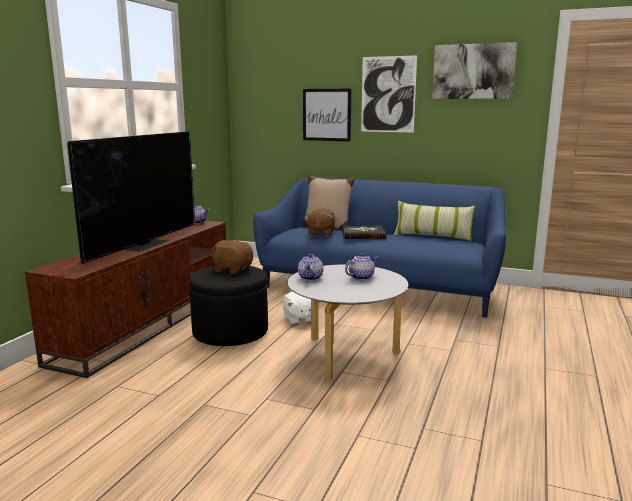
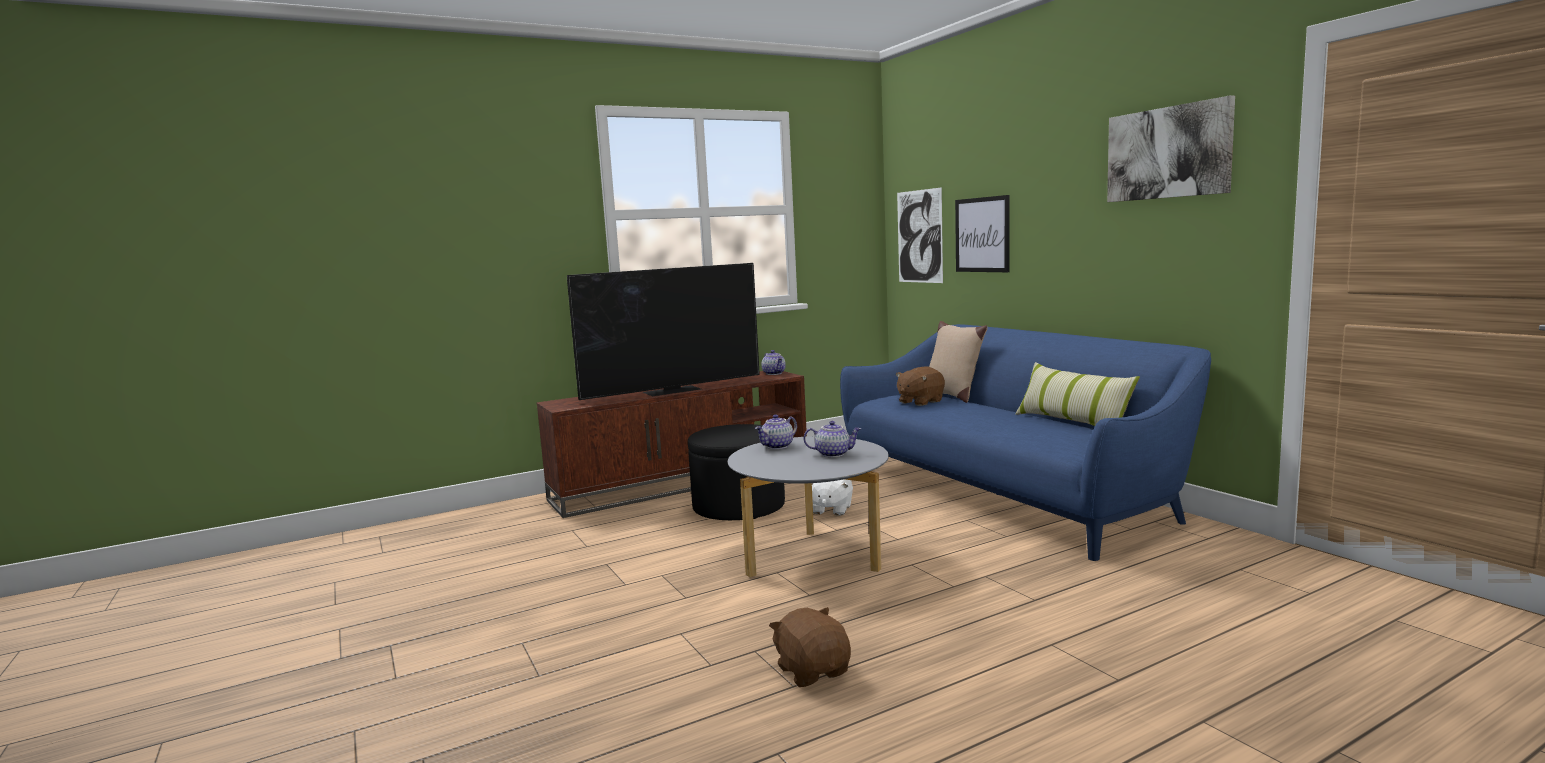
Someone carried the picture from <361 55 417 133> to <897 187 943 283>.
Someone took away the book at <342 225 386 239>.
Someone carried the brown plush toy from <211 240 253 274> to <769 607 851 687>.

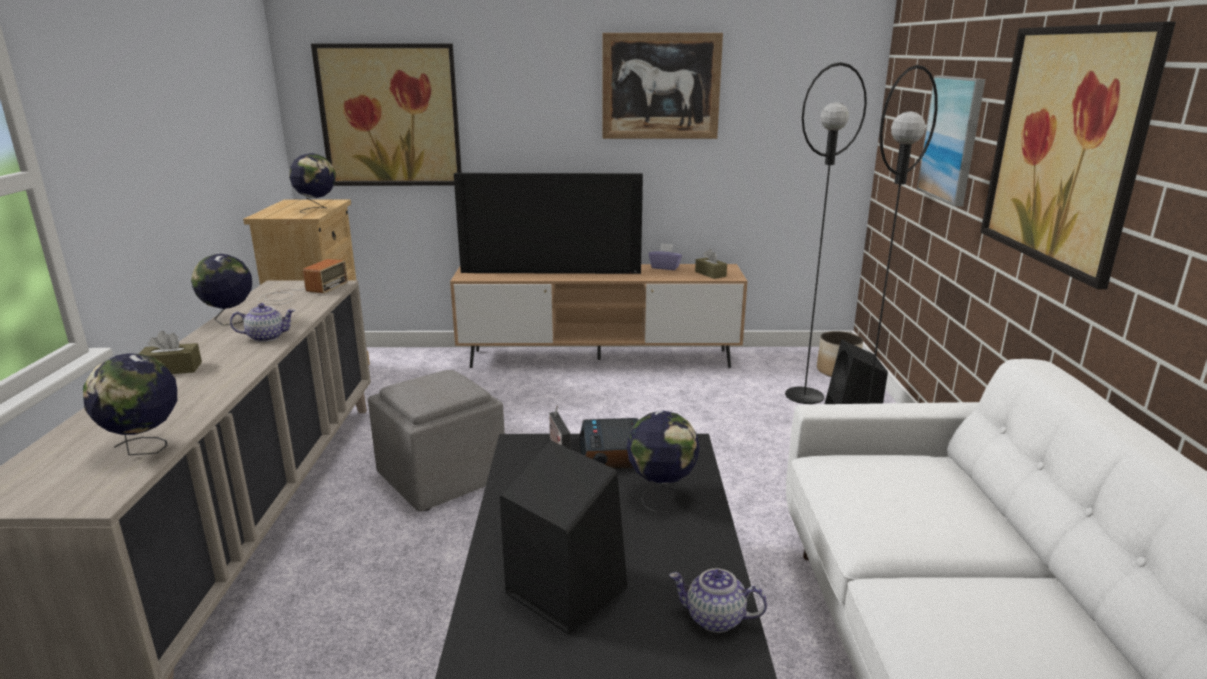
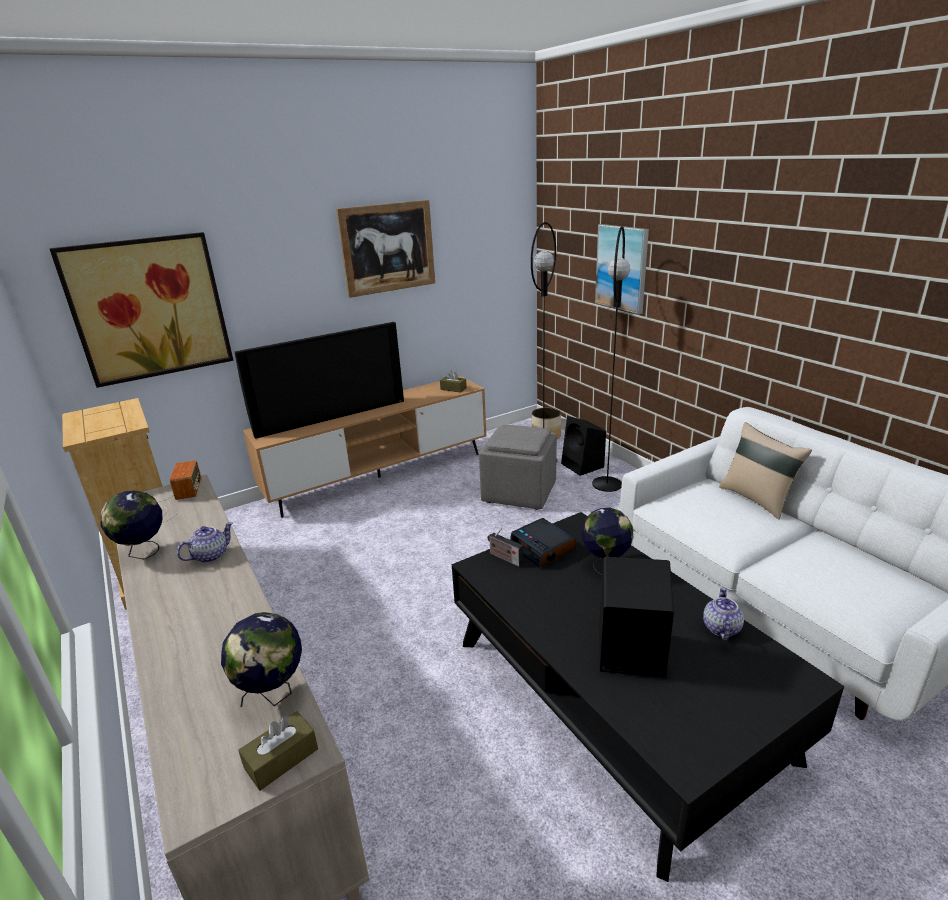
Someone took away the picture at <981 22 1176 289>.
Someone took away the globe at <289 153 336 213>.
Someone took away the purple tissue box at <649 243 682 270>.
Someone carried the brown tissue box from <139 331 202 374> to <238 711 318 791>.
Someone carried the grey ottoman from <368 370 505 512> to <479 425 557 510>.
Someone rotated the teapot at <669 568 767 633> by 120 degrees clockwise.
Someone put down the beige pillow at <719 422 812 519>.

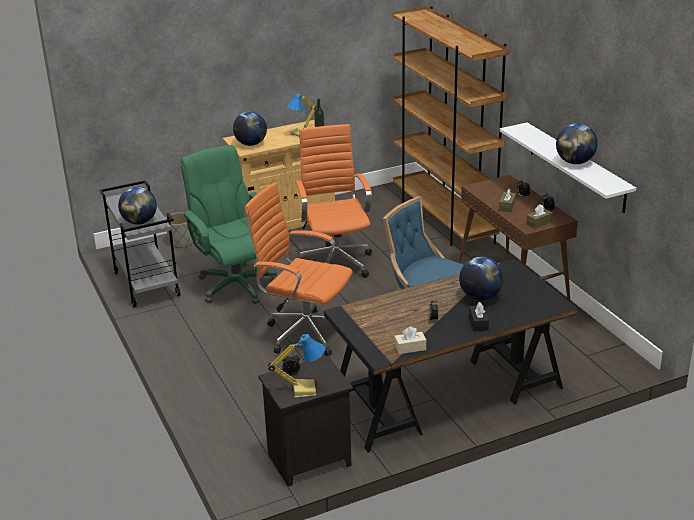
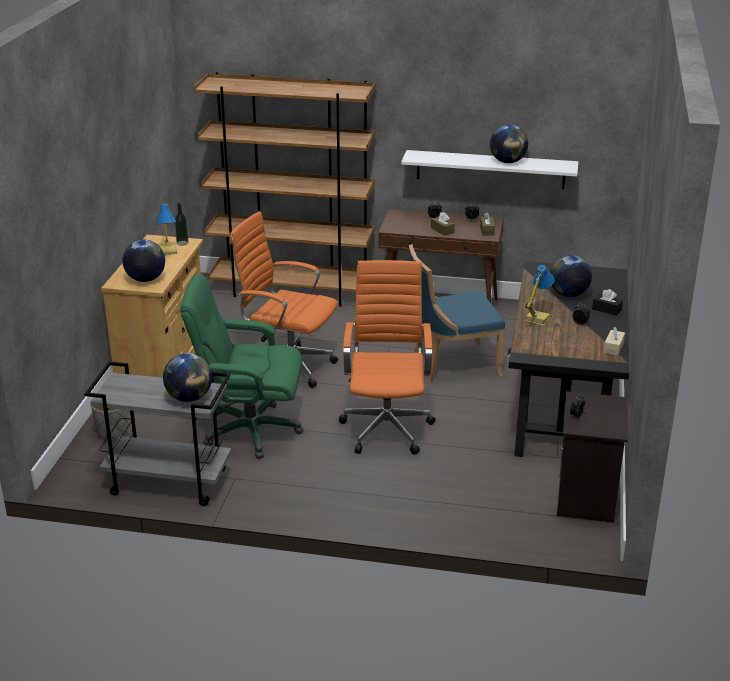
Someone rotated the orange office chair at <244 182 353 356> by 120 degrees clockwise.
Someone carried the table lamp from <268 334 325 397> to <525 265 554 326>.

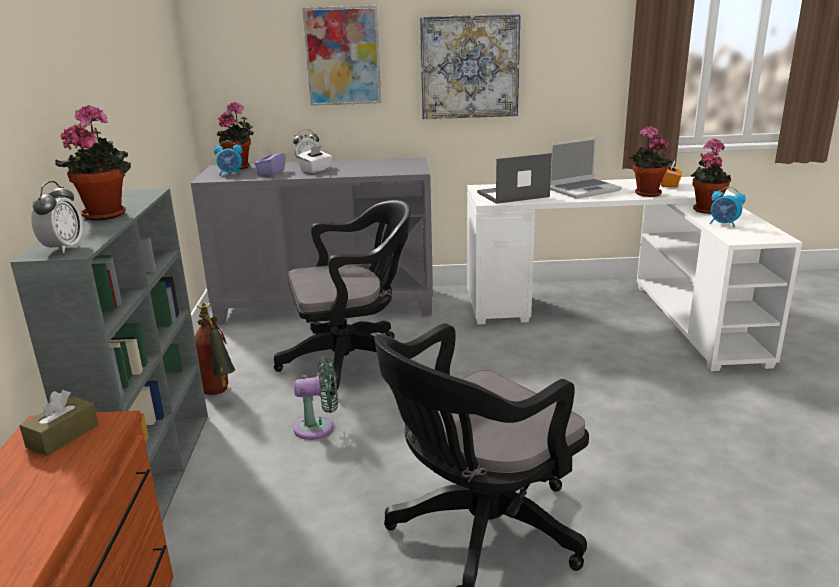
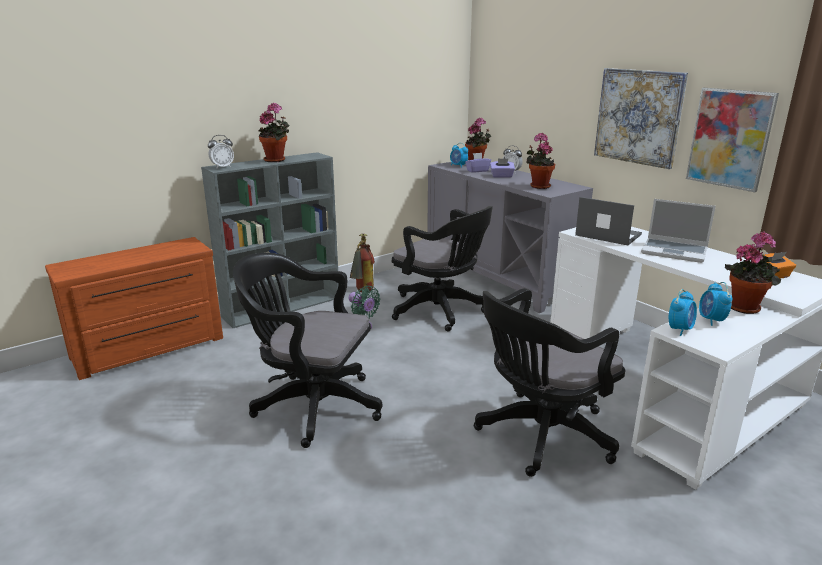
Someone carried the picture from <302 5 381 106> to <686 88 779 192>.
Someone carried the potted plant from <629 126 672 197> to <526 133 555 189>.
Someone repainted the white tissue box at <297 145 332 173>, which became the purple tissue box at <490 158 515 178>.
Someone took away the brown tissue box at <19 390 99 456>.
Someone put down the black office chair at <474 288 625 477>.
Someone put down the alarm clock at <669 289 697 336>.

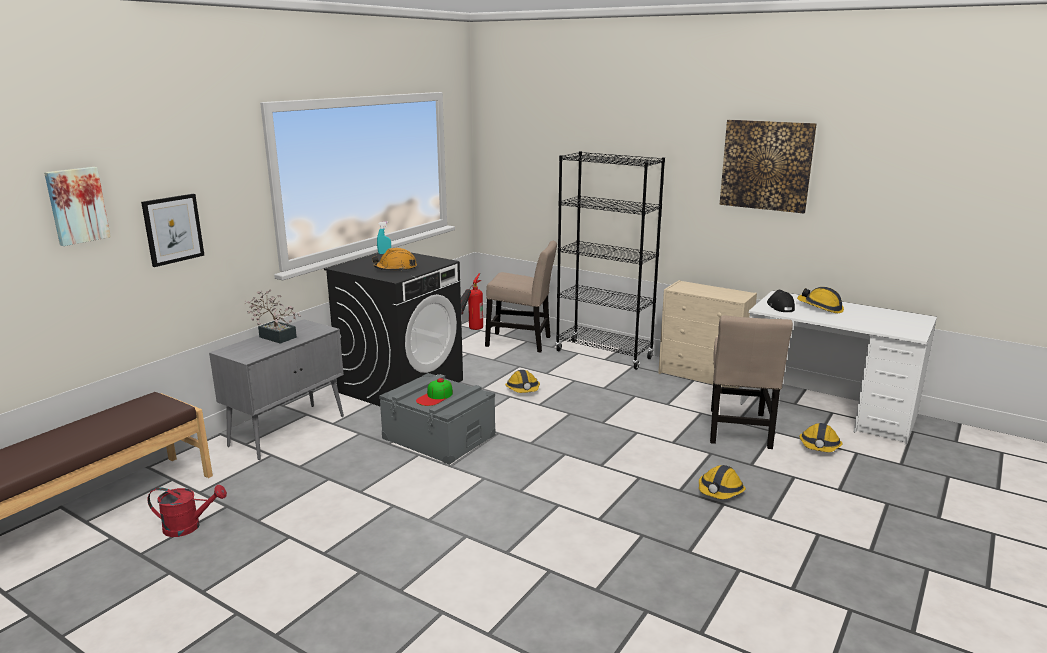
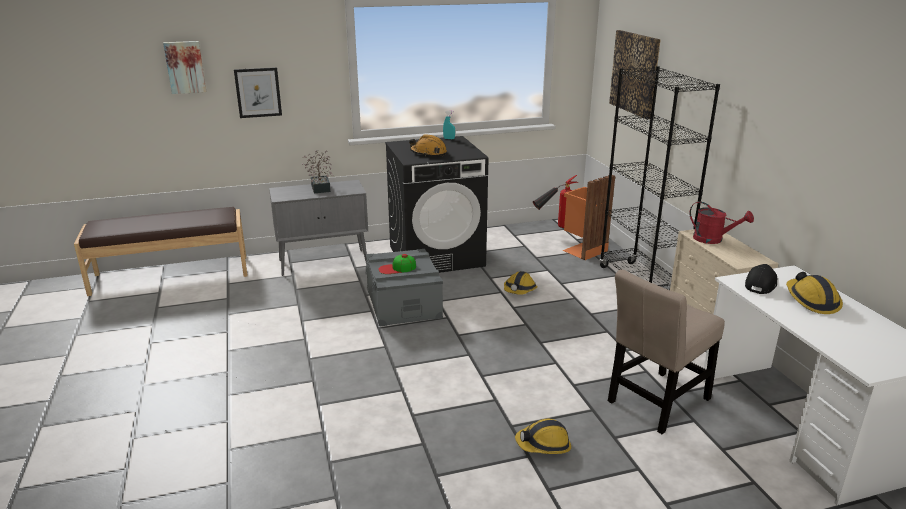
Someone carried the picture from <720 120 817 213> to <609 30 661 119>.
Someone swapped the beige chair at <485 241 557 353> for the orange trash can at <562 175 615 260>.
Someone took away the hard hat at <799 423 842 452>.
Someone carried the red watering can from <148 485 227 537> to <689 201 754 244>.

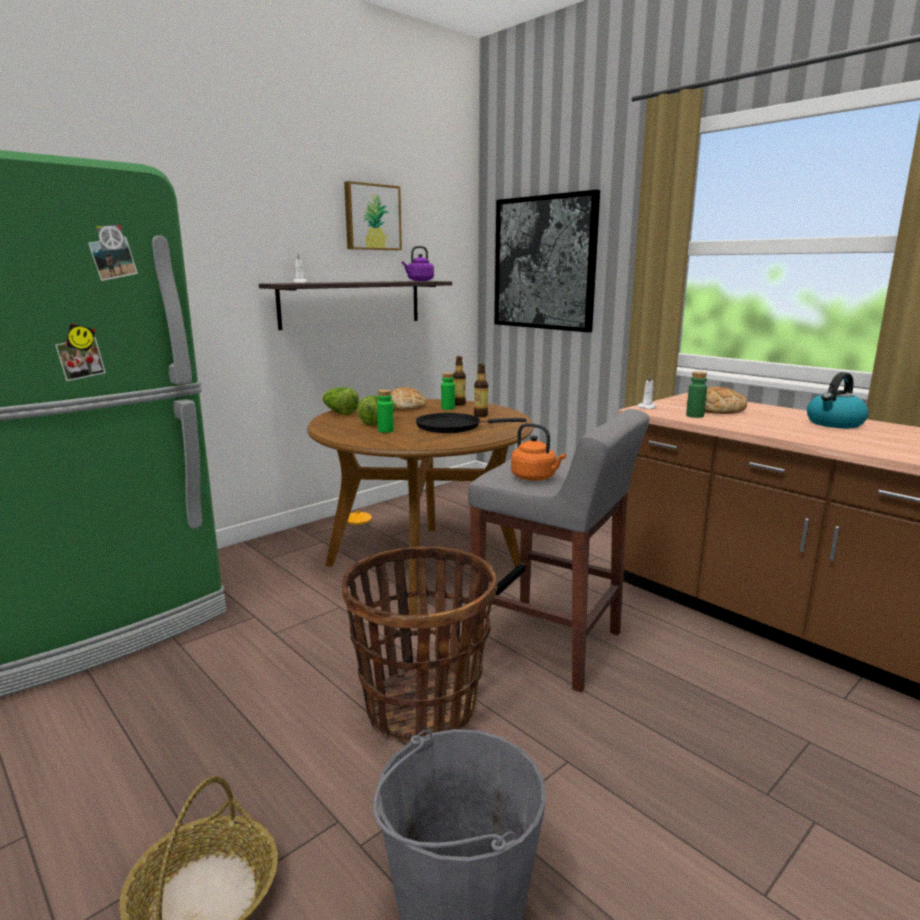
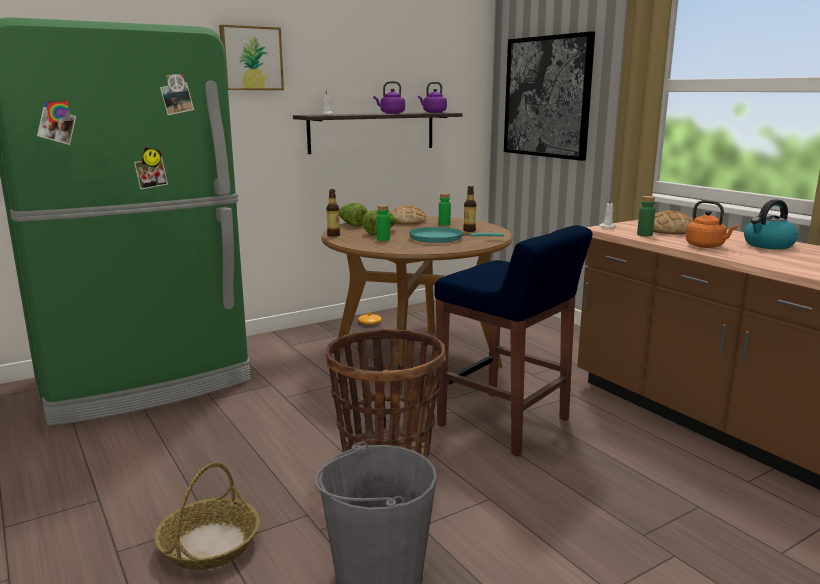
Someone carried the picture from <344 181 402 250> to <219 25 284 90>.
Someone carried the bottle from <453 356 466 405> to <326 189 340 237>.
Someone repainted the grey stool at <468 409 650 692>, which became the blue stool at <434 225 593 456>.
Someone repainted the black frying pan at <416 413 526 433>, which became the turquoise frying pan at <409 227 504 243>.
Someone carried the orange kettle from <511 423 566 481> to <685 200 738 248>.
Someone put down the purple kettle at <373 81 405 114>.

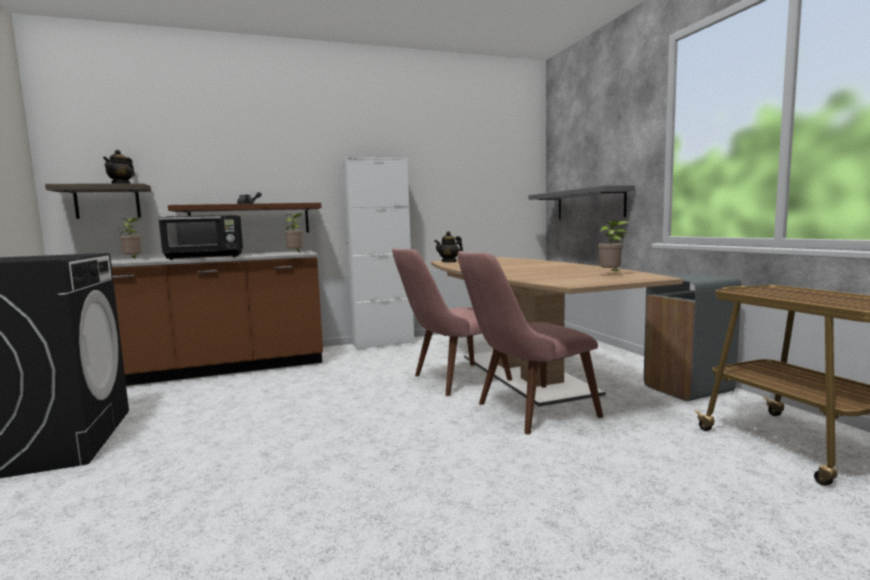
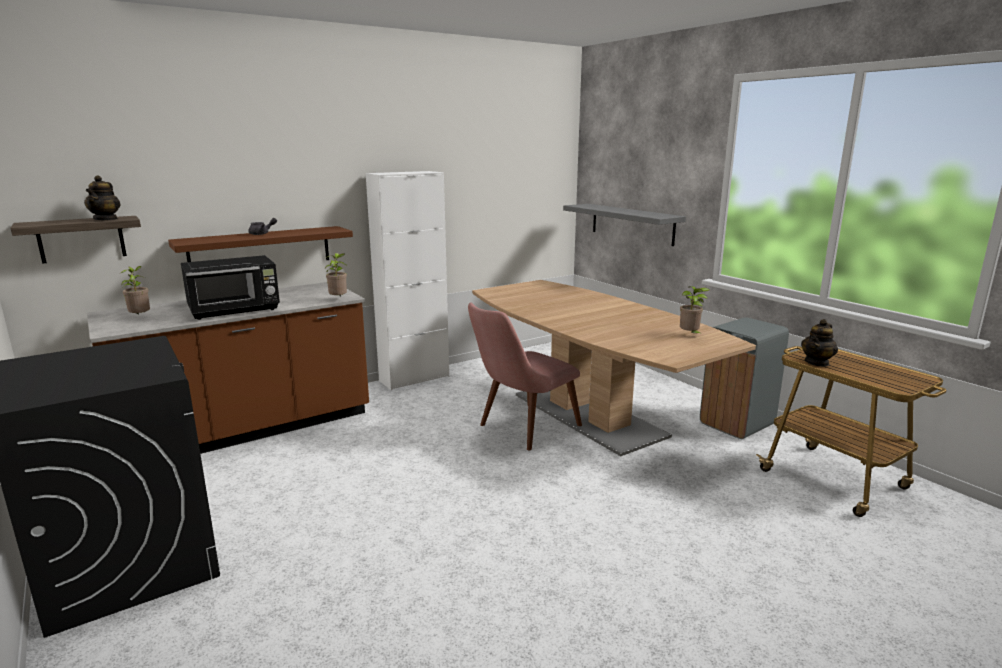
Someone carried the teapot from <434 231 463 262> to <801 319 838 367>.
Someone took away the pink chair at <458 251 603 435>.

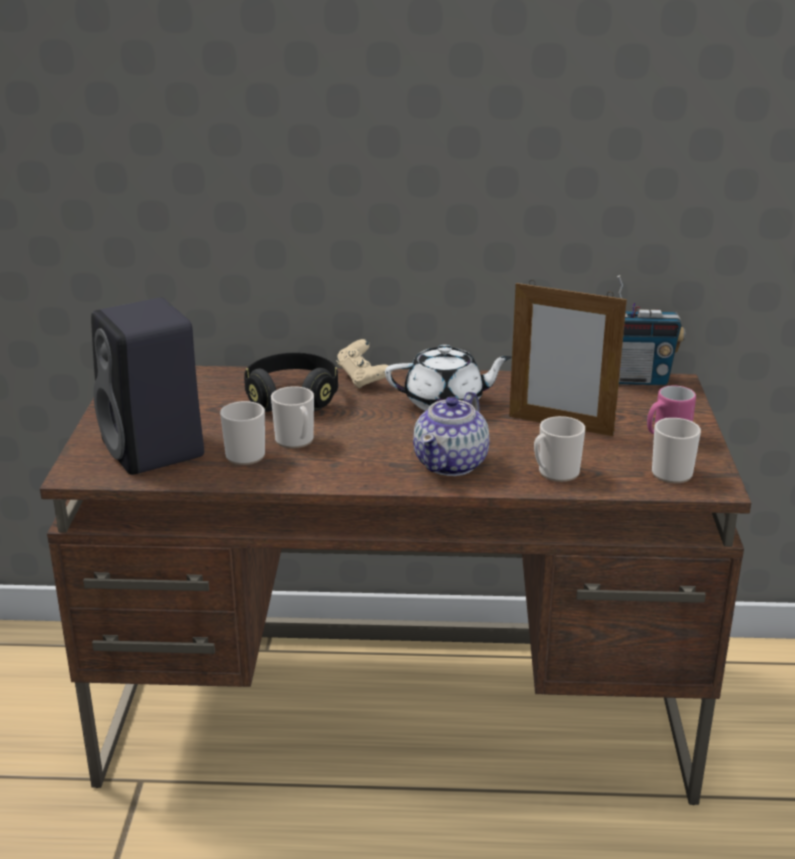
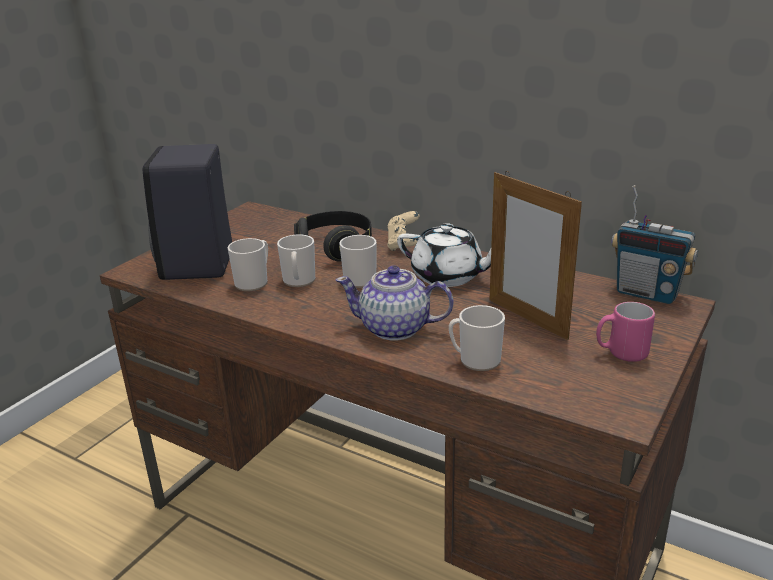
Someone rotated the teapot at <413 392 489 476> by 45 degrees clockwise.
Someone carried the mug from <652 418 701 483> to <339 235 377 288>.

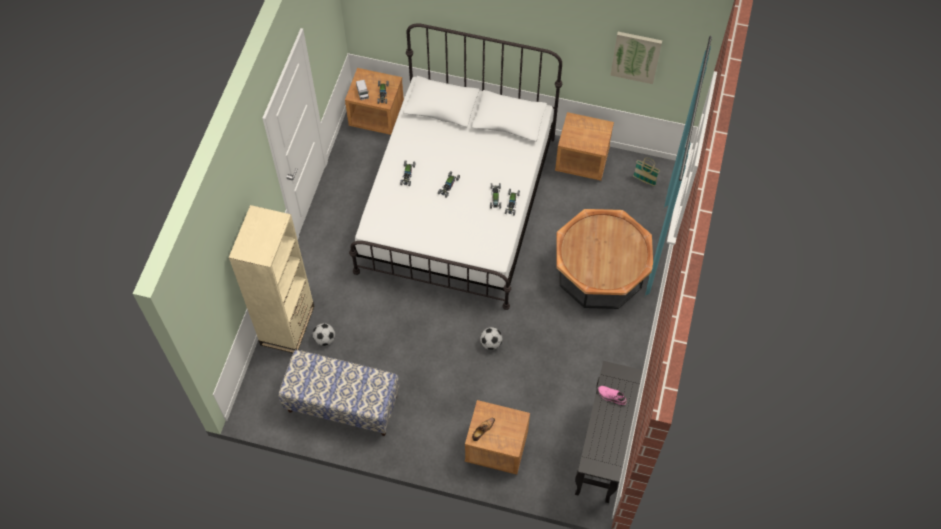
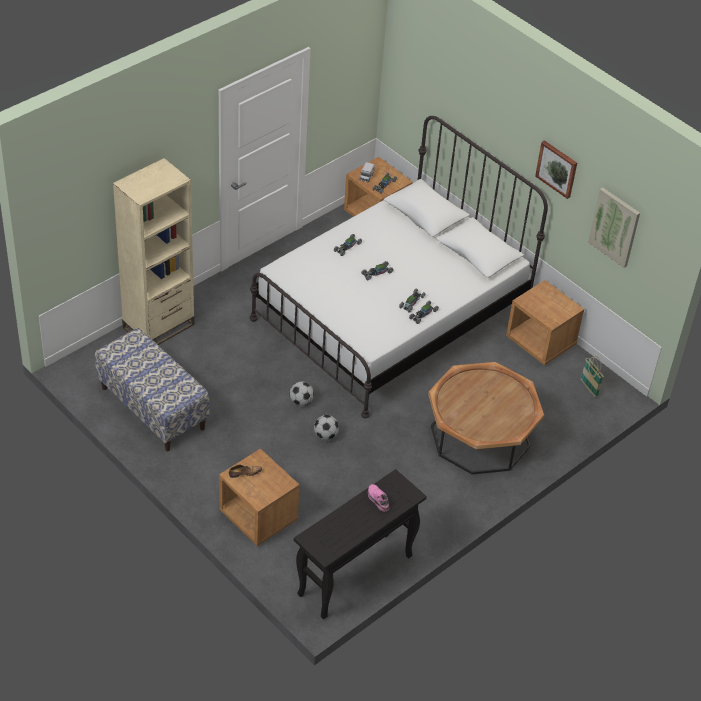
Someone carried the football from <313 323 335 346> to <290 381 314 406>.
Someone put up the picture at <535 140 577 199>.

